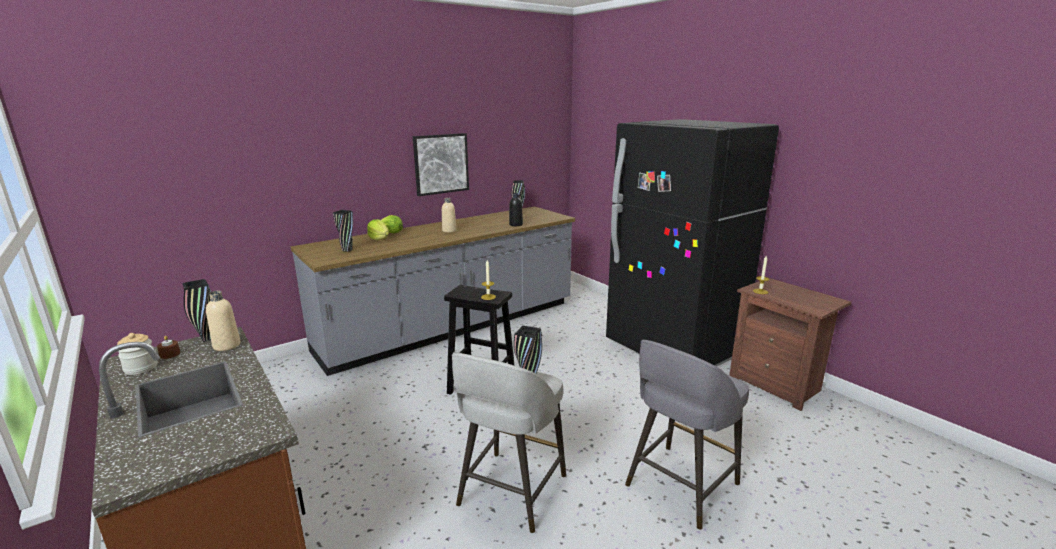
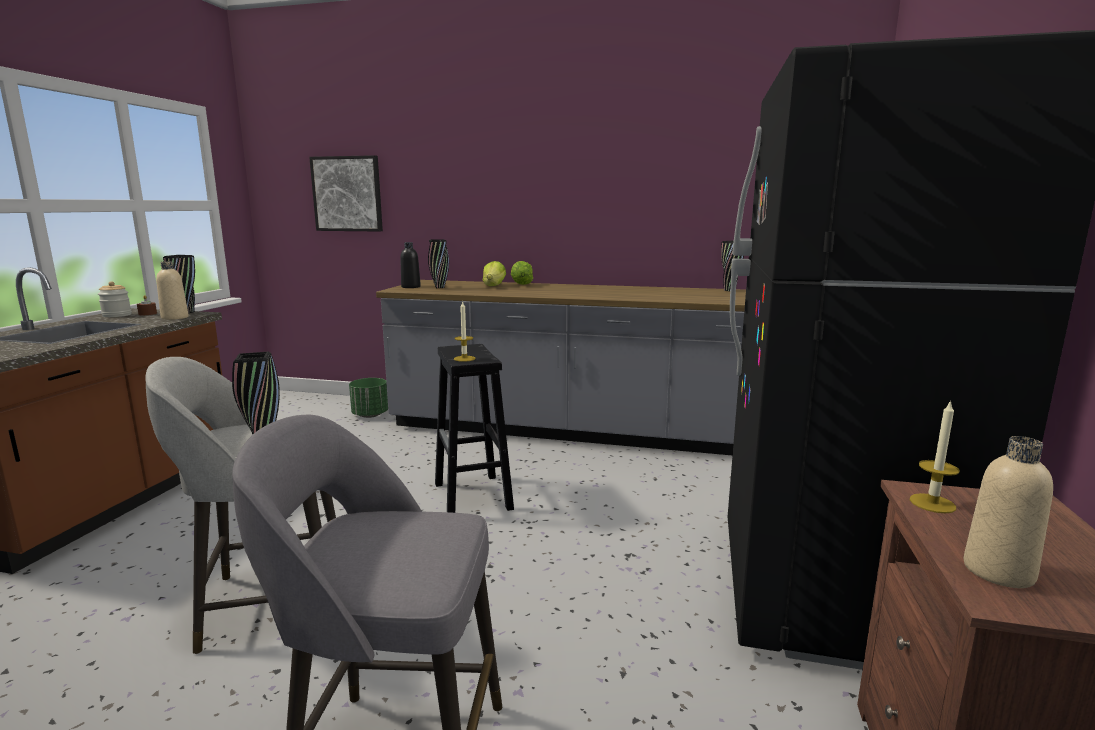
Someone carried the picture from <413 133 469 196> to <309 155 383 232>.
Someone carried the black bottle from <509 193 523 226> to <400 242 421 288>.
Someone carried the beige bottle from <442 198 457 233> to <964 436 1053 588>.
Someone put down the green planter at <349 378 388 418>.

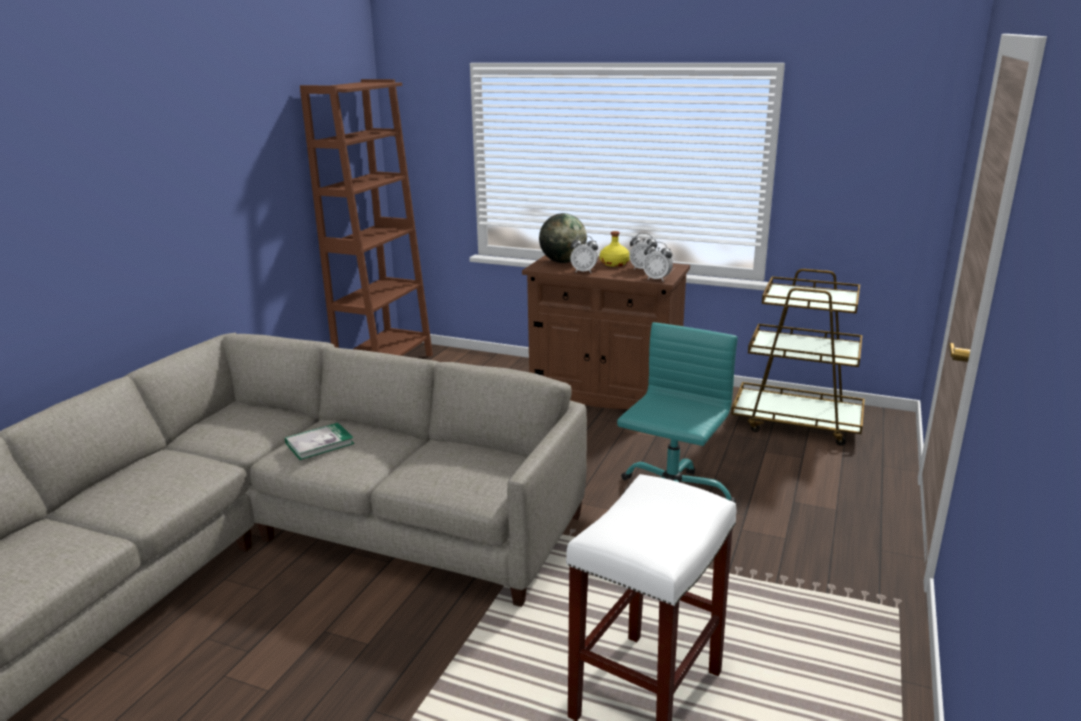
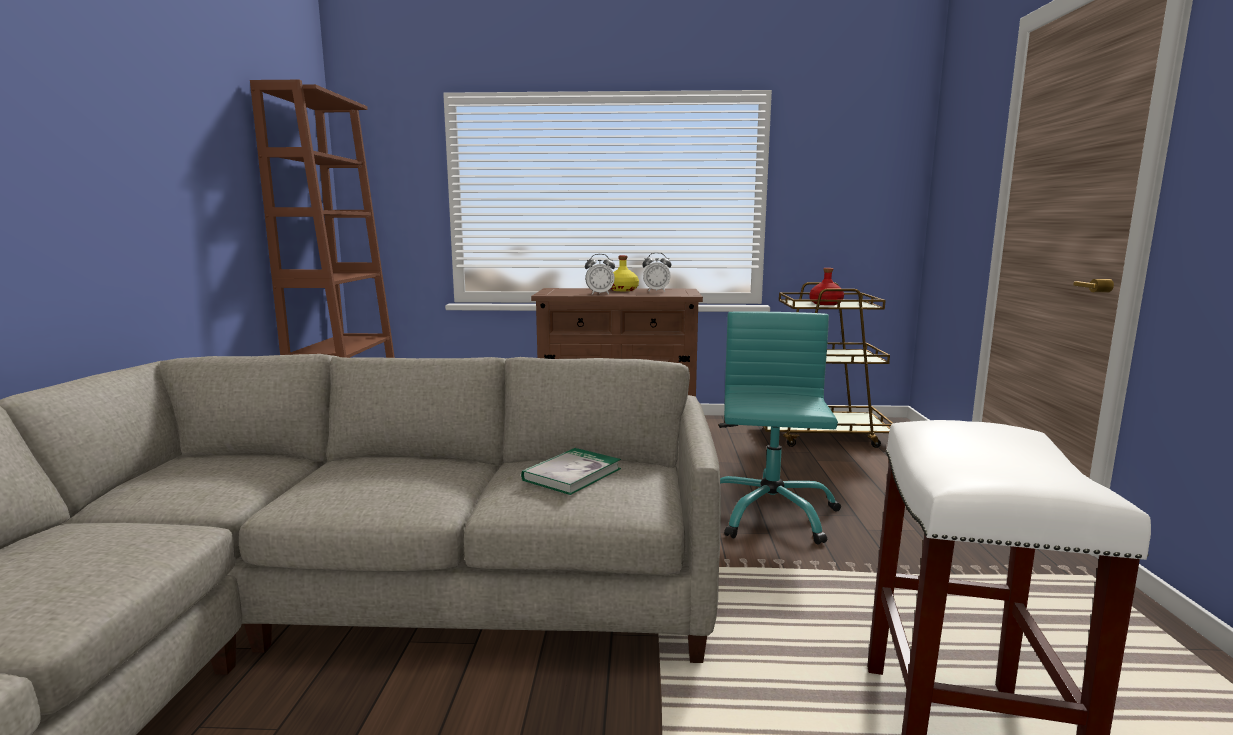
Someone took away the globe at <539 213 587 263>.
Someone took away the alarm clock at <643 242 673 282>.
Someone carried the book from <285 423 354 460> to <521 448 621 495>.
Someone put down the red bottle at <809 268 844 305>.

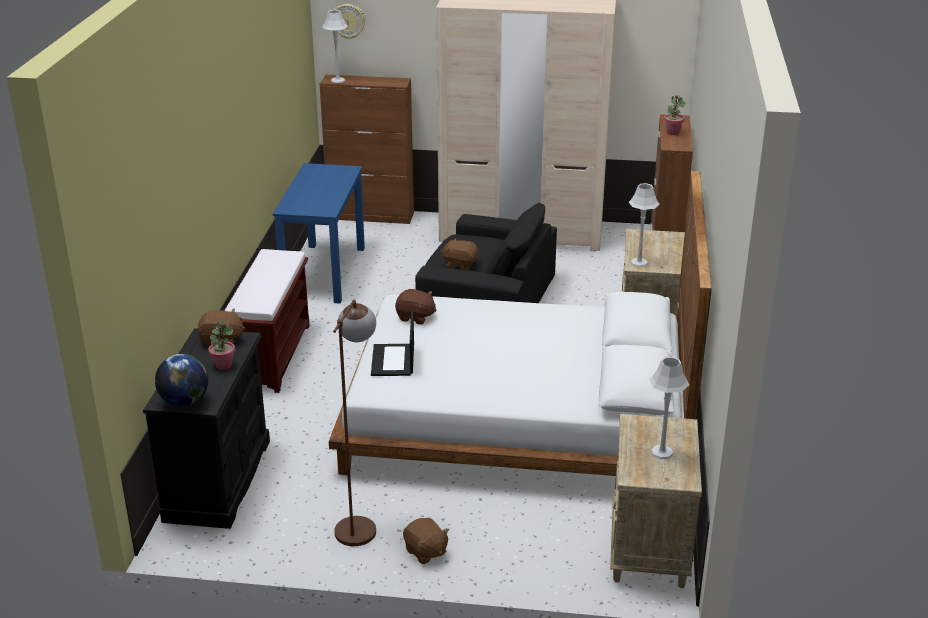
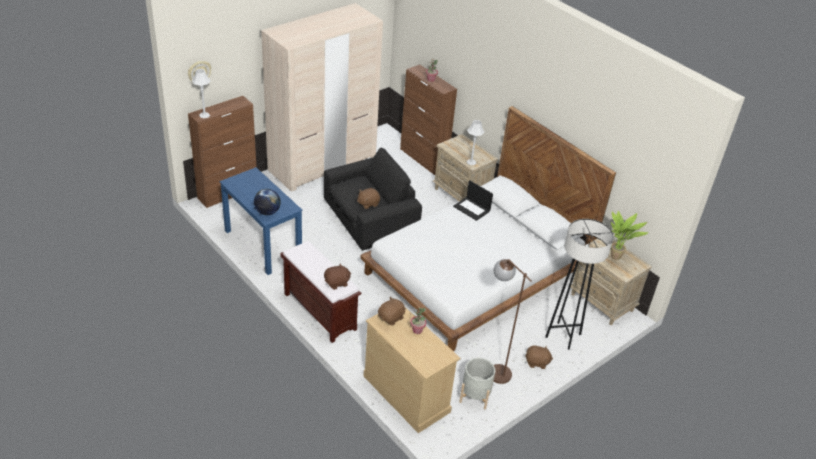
Someone carried the brown plush toy from <395 289 437 325> to <324 263 351 290>.
Someone carried the laptop from <371 311 414 376> to <453 180 493 221>.
Someone repainted the black dresser at <143 328 270 529>, which became the beige dresser at <364 307 460 433>.
Someone carried the globe from <155 354 208 406> to <254 189 281 215>.
Someone swapped the grey table lamp at <649 357 689 459> for the potted plant at <611 211 649 260>.
Someone put down the grey floor lamp at <545 219 614 350>.
Someone put down the grey planter at <459 358 495 410>.

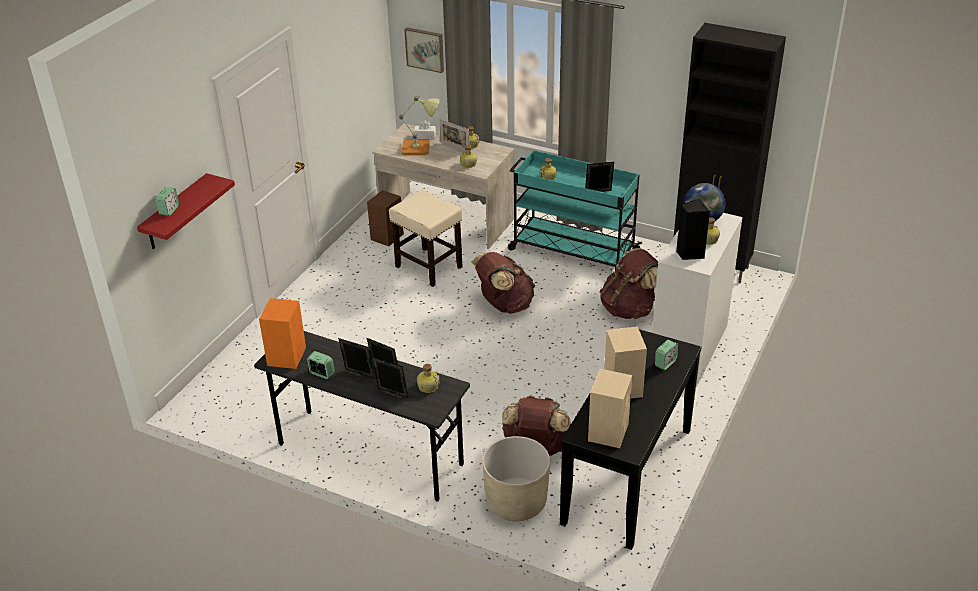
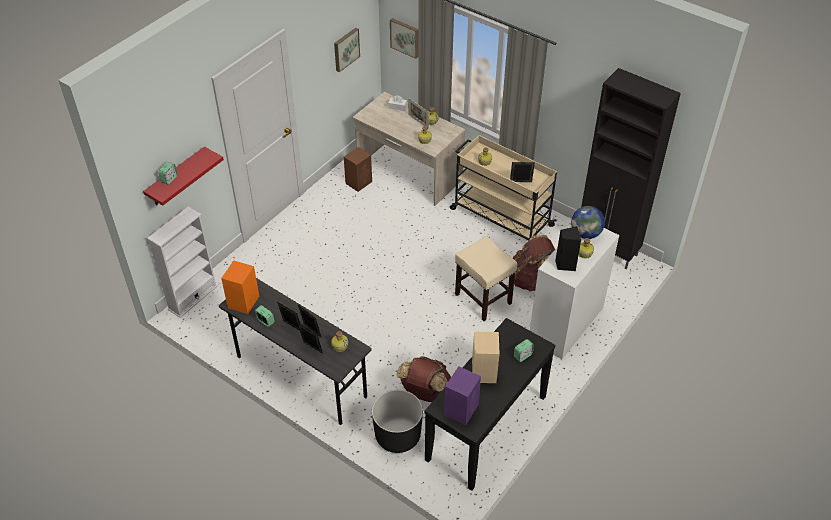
Someone took away the table lamp at <399 96 440 155>.
Someone repainted the turquoise cart at <508 150 642 271>, which became the beige cart at <450 135 557 241>.
Someone carried the beige stool from <389 190 463 287> to <455 236 518 321>.
Someone took away the brown backpack at <472 252 535 314>.
Someone repainted the beige speaker at <588 369 632 448>, which became the purple speaker at <444 366 481 425>.
Someone repainted the beige planter at <482 436 550 521>, which became the black planter at <372 390 423 453>.
Someone put up the picture at <334 28 360 72>.
Someone put down the white bookcase at <147 207 218 318>.

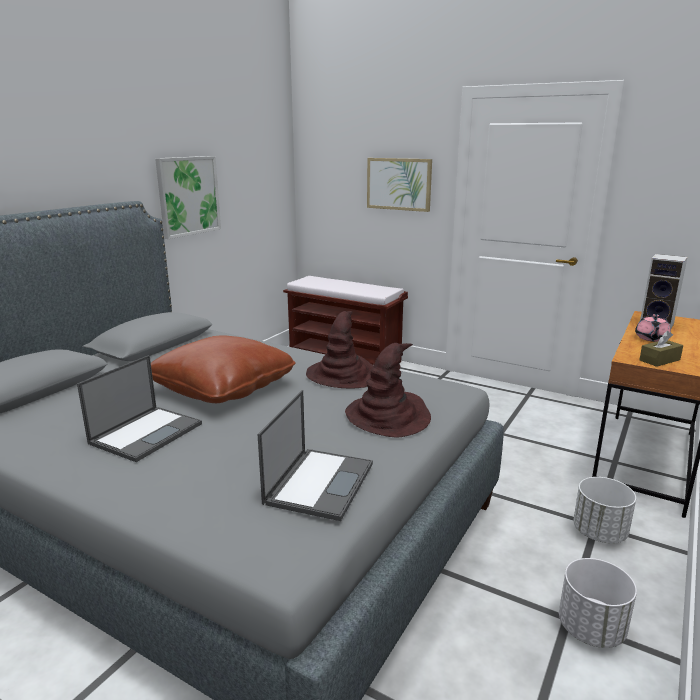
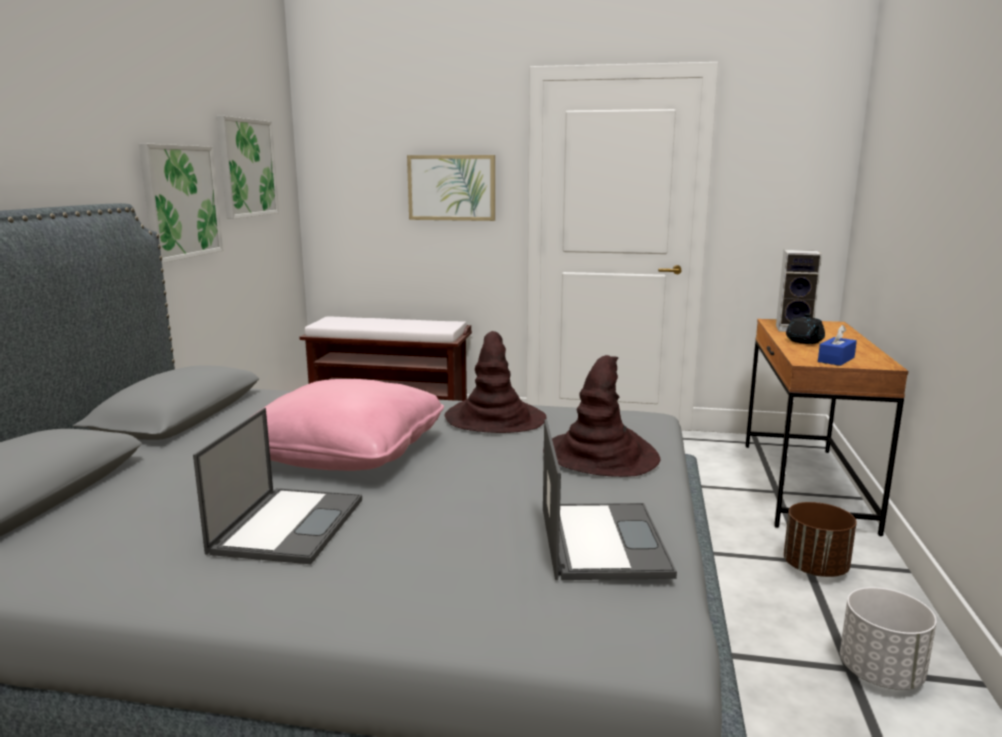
Someone repainted the pink teapot at <635 314 671 342>, which became the black teapot at <786 313 825 344>.
Someone repainted the brown tissue box at <639 331 683 367>, which became the blue tissue box at <818 325 857 366>.
Someone repainted the brown pillow at <151 335 296 403>, which became the pink pillow at <253 379 444 471>.
Someone repainted the white planter at <573 477 636 543>, which became the brown planter at <784 502 857 577>.
Someone put up the picture at <217 116 279 219>.

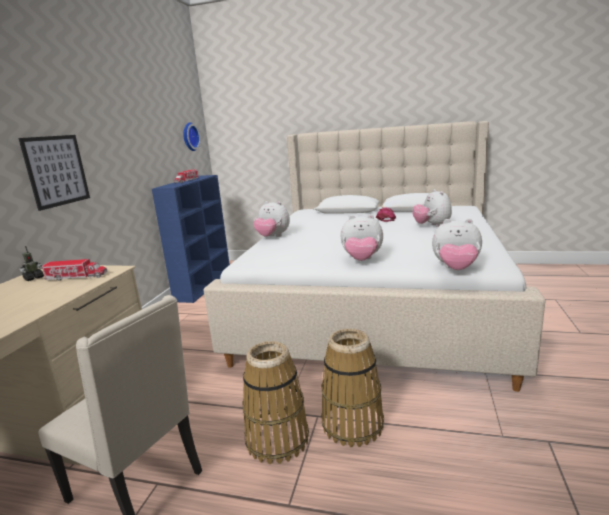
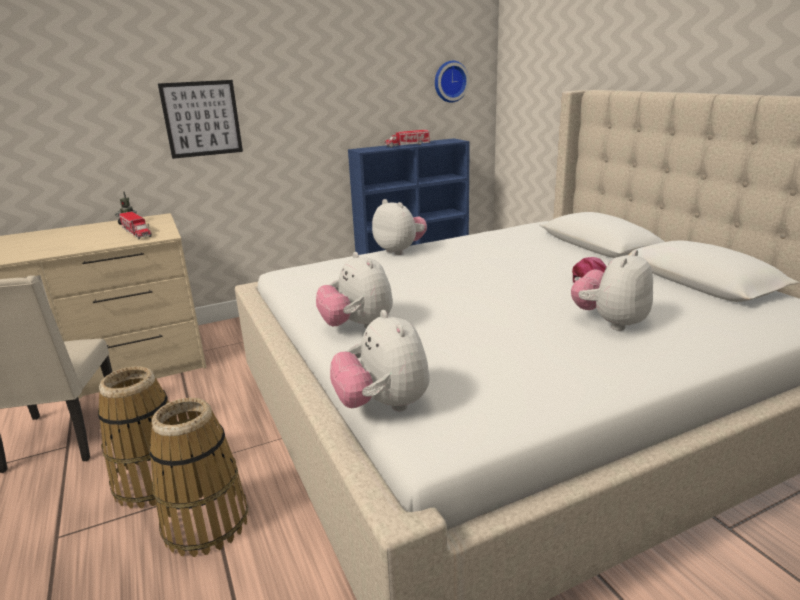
Someone rotated the plush toy at <253 201 290 237> by 150 degrees clockwise.

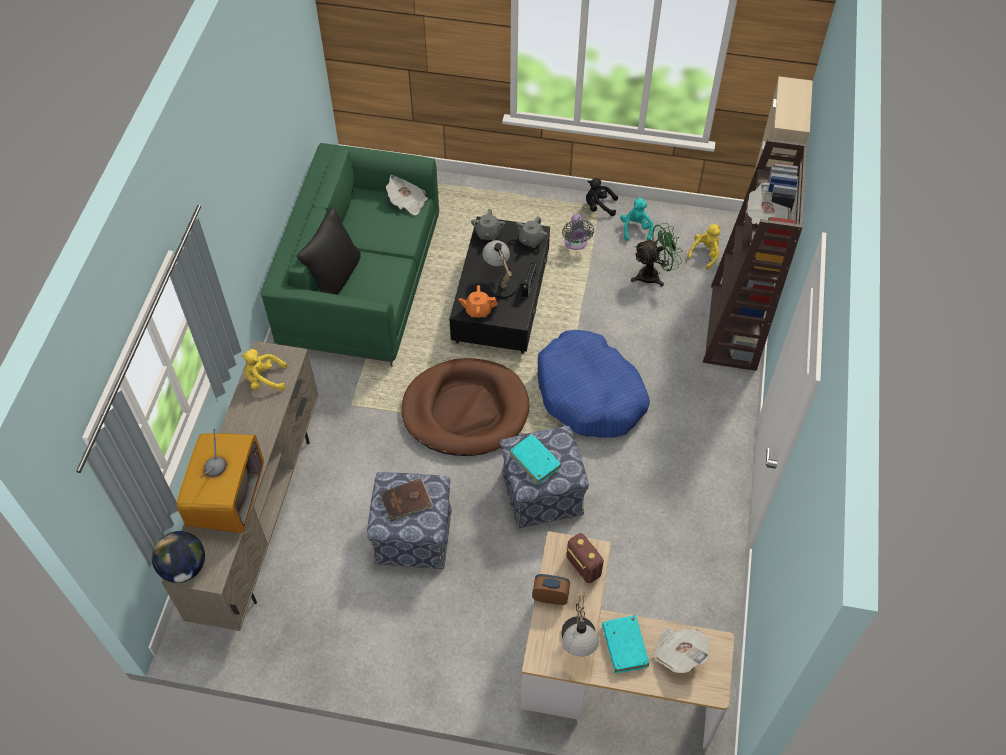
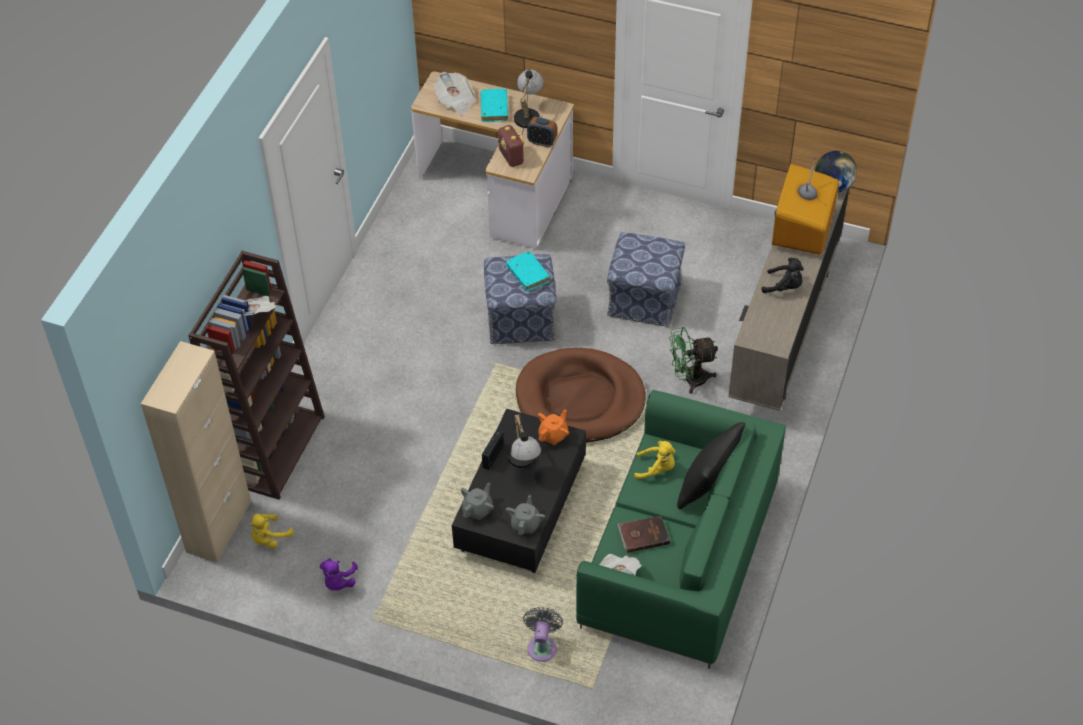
Someone carried the black plush toy from <586 178 618 216> to <762 258 804 293>.
Someone repainted the turquoise plush toy at <620 197 654 241>, which became the purple plush toy at <320 558 358 591>.
Someone carried the grey fan from <562 214 594 250> to <523 607 563 662>.
Someone carried the green fan from <631 222 682 287> to <669 327 718 394>.
Someone rotated the orange teapot at <459 285 497 317> by 60 degrees counterclockwise.
Someone took away the blue dog bed at <538 330 650 437>.
Someone carried the yellow plush toy from <241 349 287 391> to <634 441 675 479>.
Someone carried the brown book from <380 478 433 521> to <618 516 670 553>.

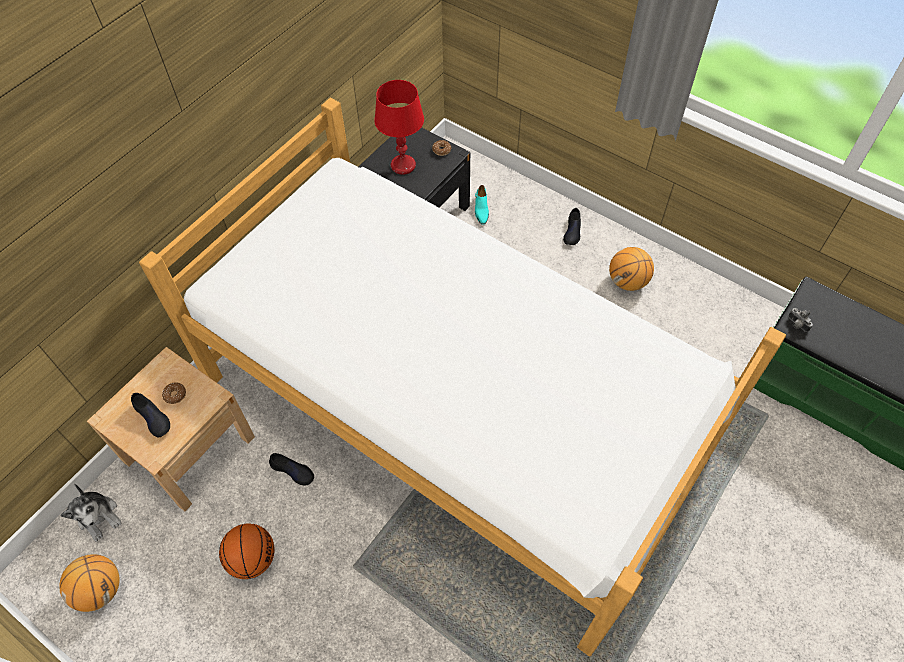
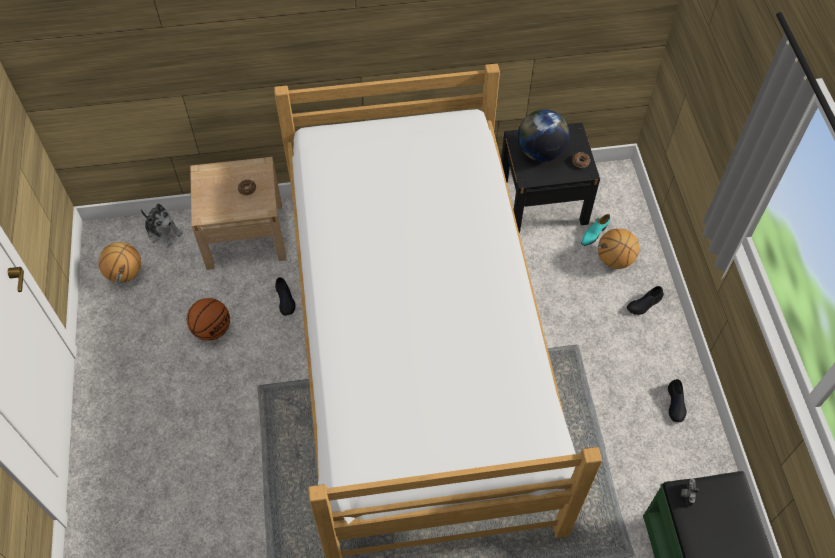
Someone swapped the red table lamp at <374 80 424 175> for the globe at <518 110 570 162>.
Someone carried the basketball from <609 247 654 291> to <598 228 639 269>.
Someone carried the black shoe from <131 393 170 437> to <668 379 687 422>.
Someone rotated the plush toy at <60 484 122 541> by 60 degrees counterclockwise.

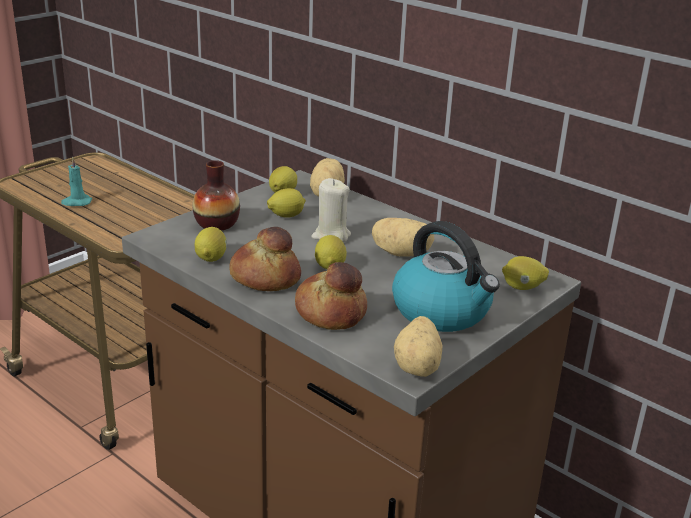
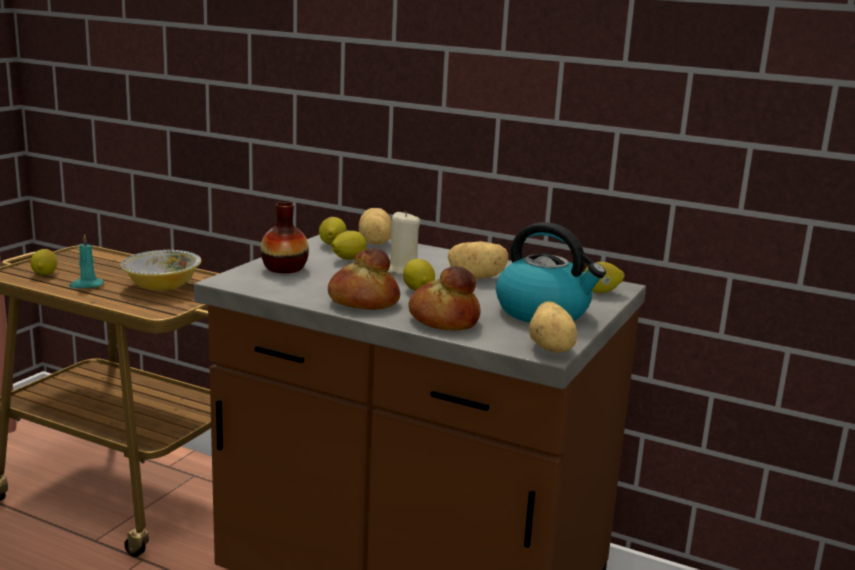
Someone carried the lemon from <195 227 227 262> to <31 249 58 275>.
Someone put down the bowl at <120 250 201 290>.

